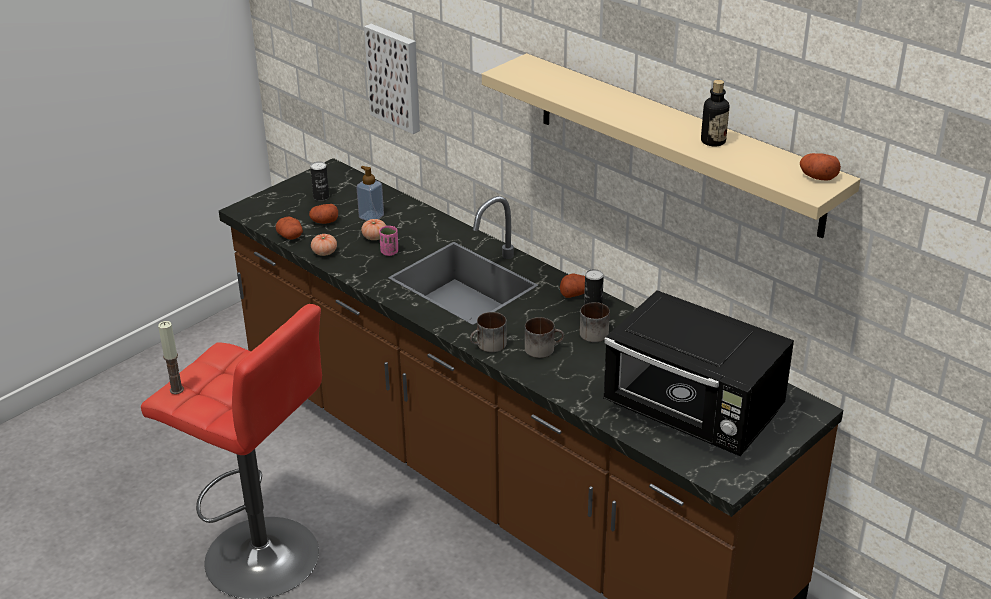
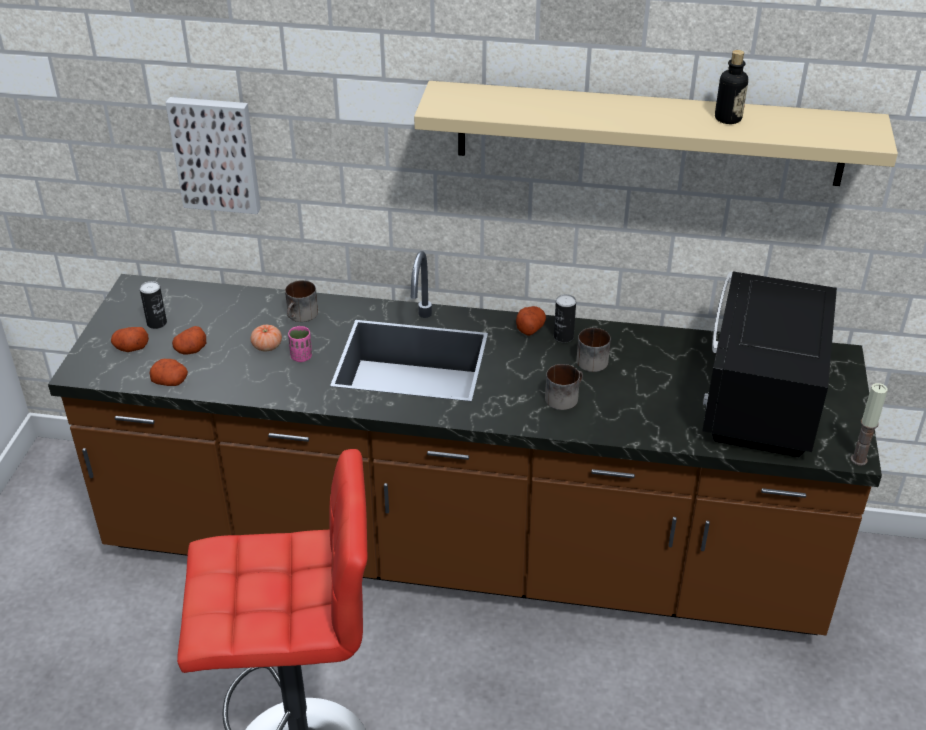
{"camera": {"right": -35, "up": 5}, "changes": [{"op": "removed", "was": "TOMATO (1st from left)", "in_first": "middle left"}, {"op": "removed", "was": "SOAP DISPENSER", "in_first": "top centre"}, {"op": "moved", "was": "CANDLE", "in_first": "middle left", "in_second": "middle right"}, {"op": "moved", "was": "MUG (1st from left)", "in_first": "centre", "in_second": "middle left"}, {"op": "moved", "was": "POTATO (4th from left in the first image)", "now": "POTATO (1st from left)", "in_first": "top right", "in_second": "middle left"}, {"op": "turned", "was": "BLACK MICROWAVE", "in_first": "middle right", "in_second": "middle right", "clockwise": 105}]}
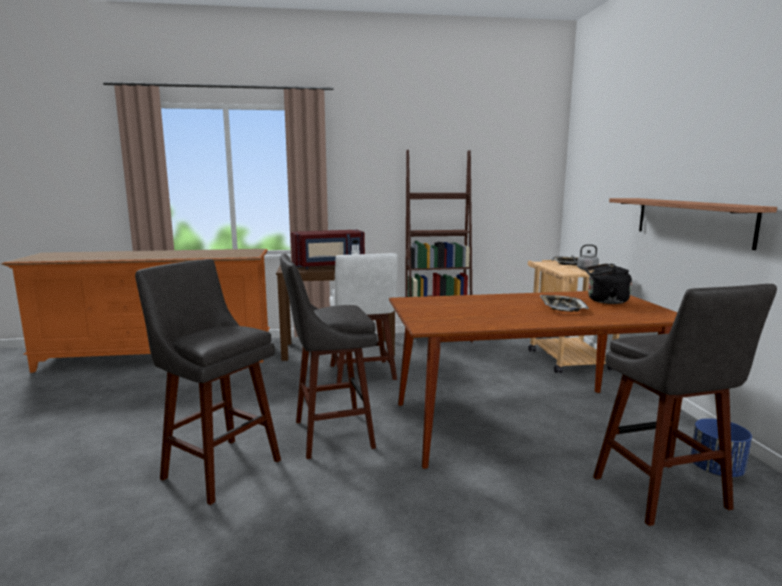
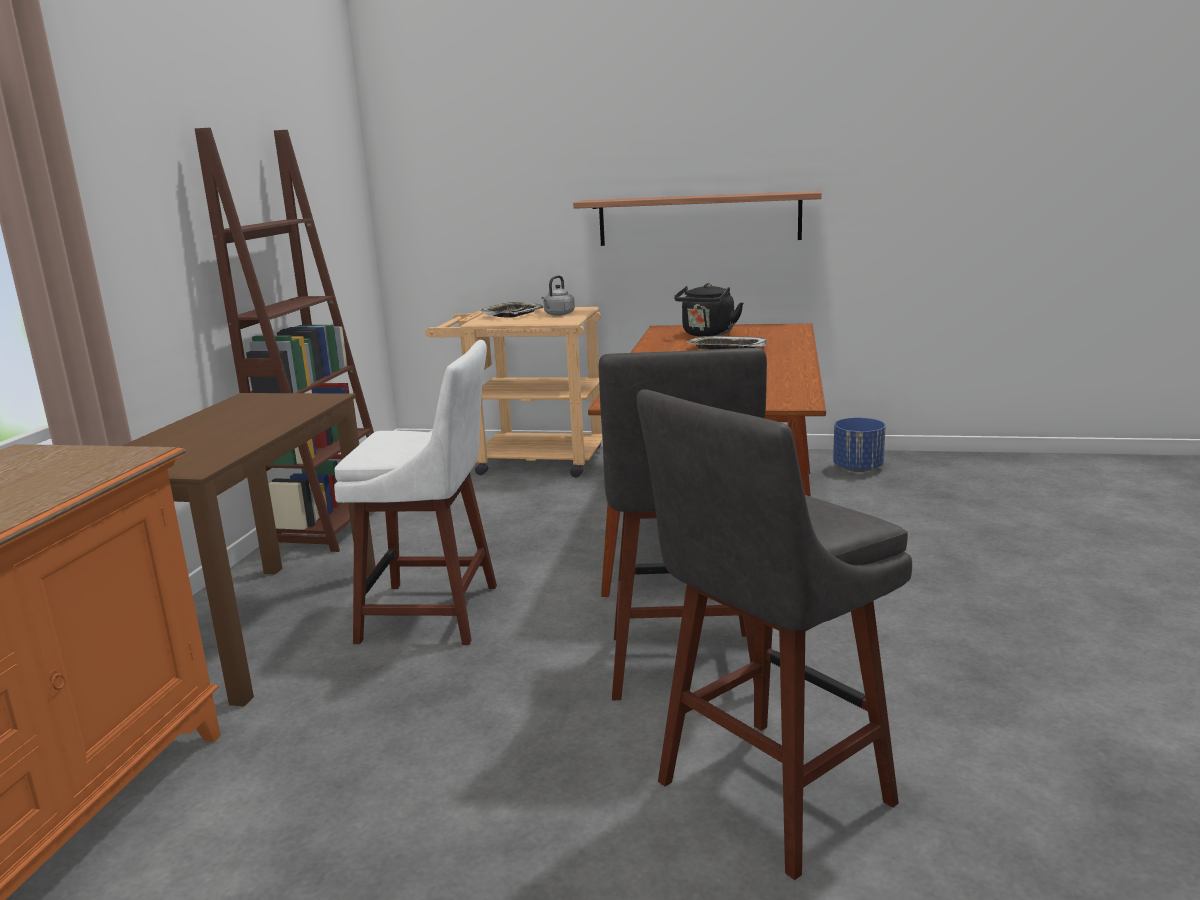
{"camera": {"right": -70, "up": 5}, "changes": [{"op": "removed", "was": "RED MICROWAVE", "in_first": "centre"}, {"op": "removed", "was": "GREY STOOL (3rd from left)", "in_first": "bottom right"}]}
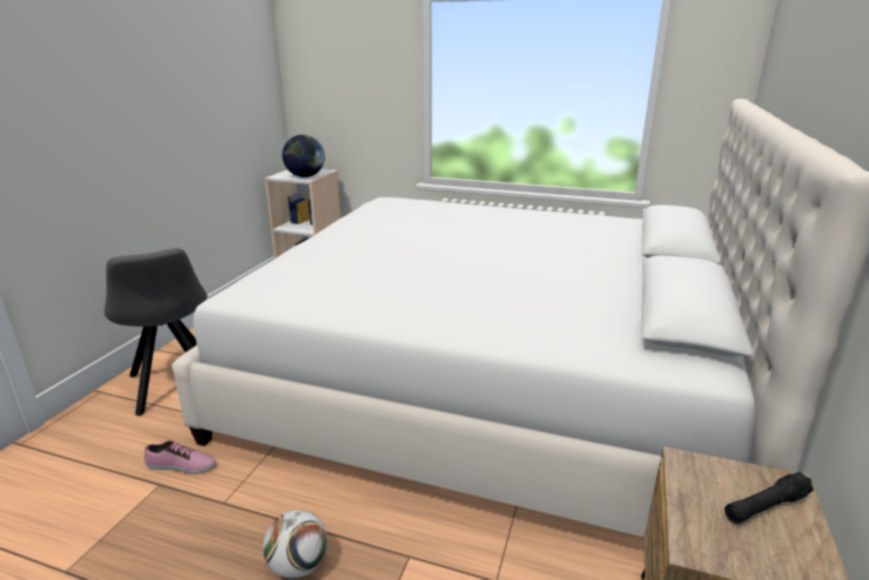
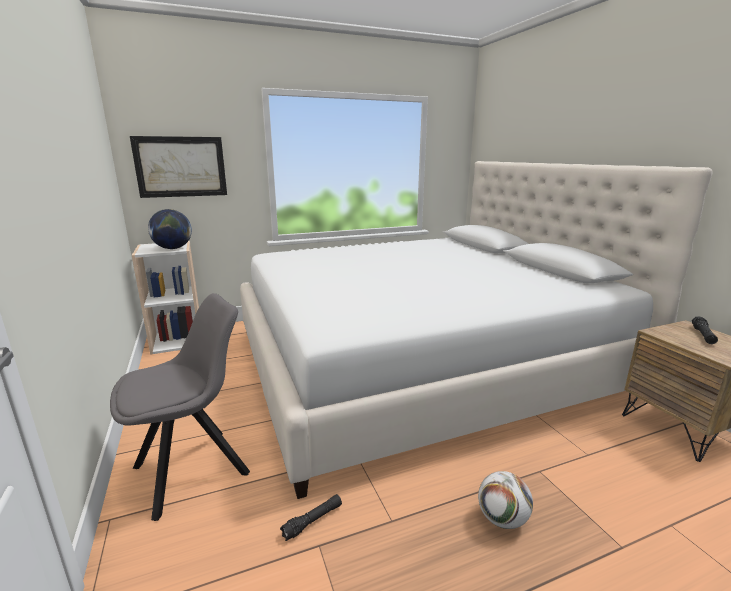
{"camera": {"right": -40, "up": -5}, "changes": [{"op": "added", "now": "PICTURE", "in_second": "top left"}, {"op": "replaced", "was": "SHOE", "now": "BLACK FLASHLIGHT (1st from left)", "in_first": "bottom left", "in_second": "bottom centre"}, {"op": "turned", "was": "GREY CHAIR", "in_first": "middle left", "in_second": "bottom left", "clockwise": -60}]}
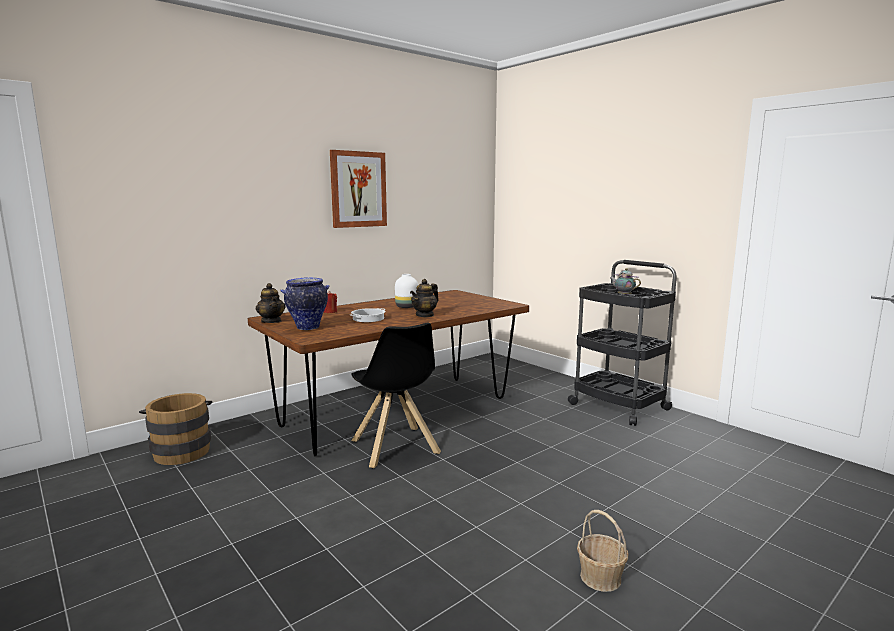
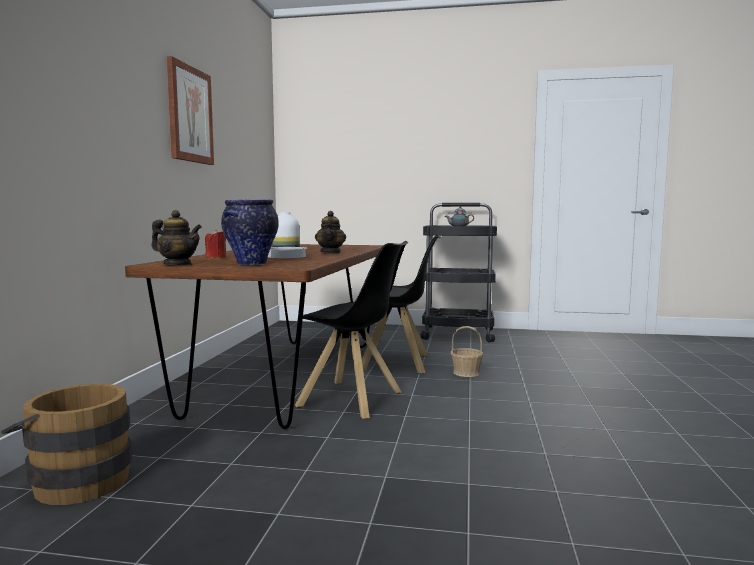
{"camera": {"right": -40, "up": -5}, "changes": [{"op": "added", "now": "BLACK CHAIR (2nd from left)", "in_second": "centre"}, {"op": "moved", "was": "BASKET", "in_first": "bottom right", "in_second": "centre"}]}
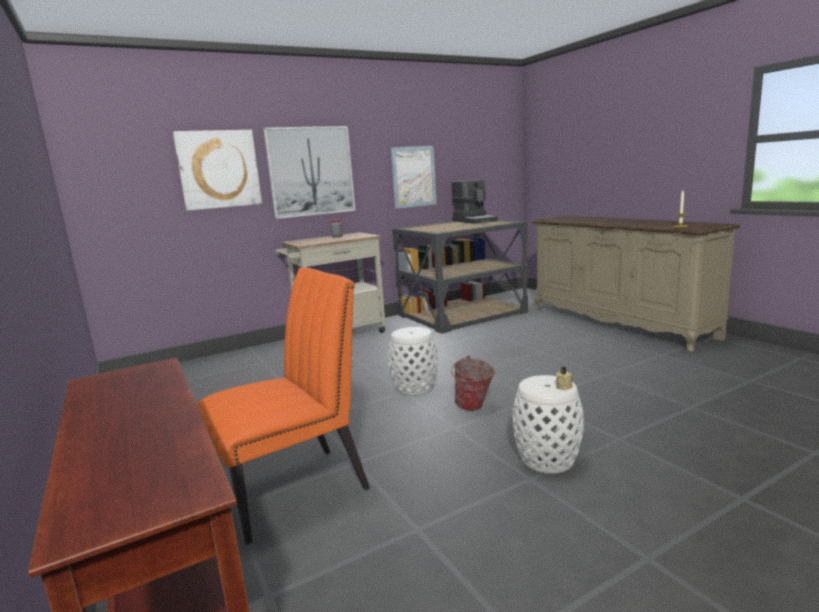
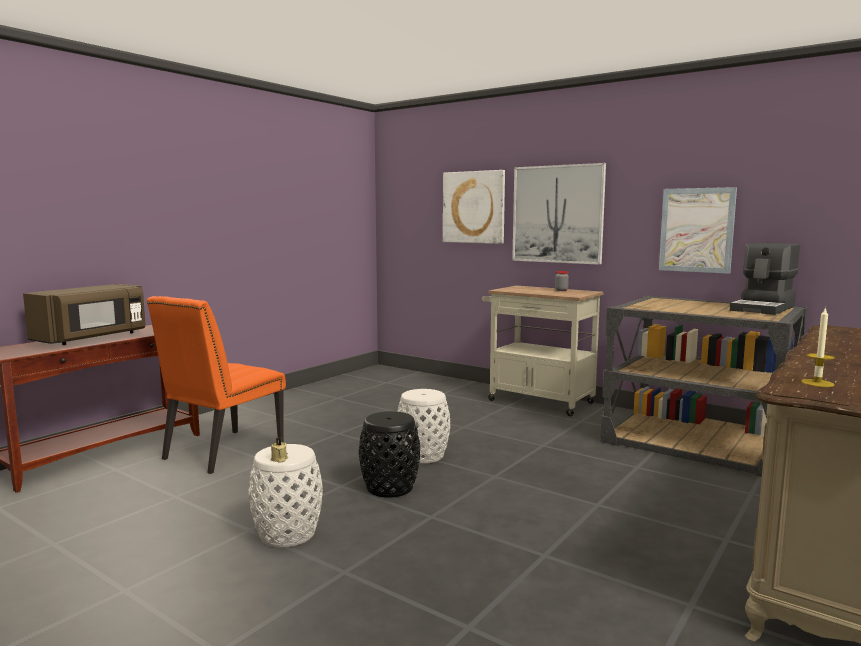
{"camera": {"right": 65, "up": -5}, "changes": [{"op": "added", "now": "BROWN MICROWAVE", "in_second": "middle left"}, {"op": "replaced", "was": "BUCKET", "now": "BLACK STOOL", "in_first": "centre", "in_second": "bottom centre"}, {"op": "turned", "was": "ORANGE CHAIR", "in_first": "centre", "in_second": "middle left", "clockwise": 90}]}
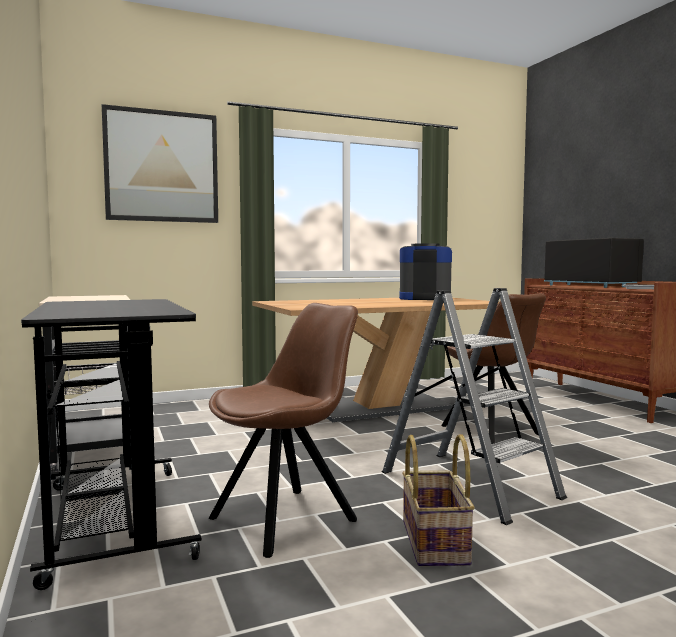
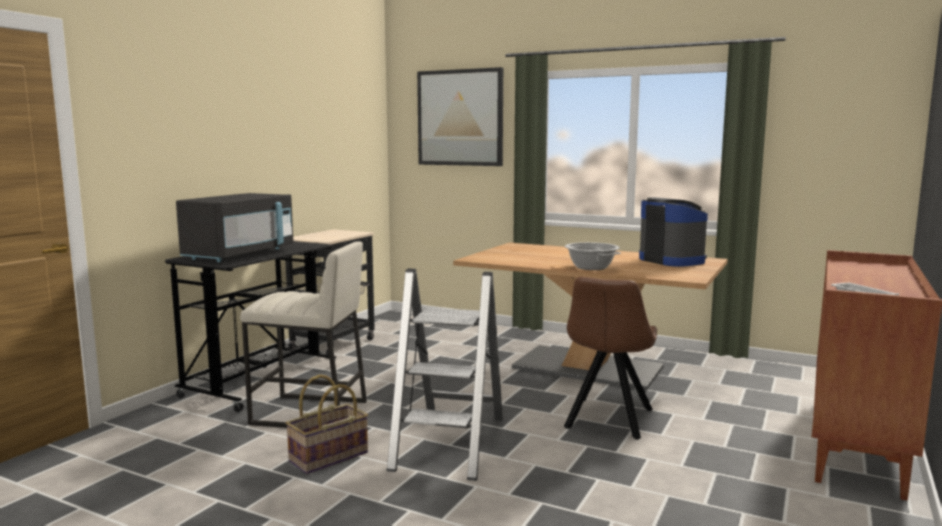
{"camera": {"right": 50, "up": 5}, "changes": [{"op": "added", "now": "COOKING POT", "in_second": "centre"}, {"op": "moved", "was": "BLACK MICROWAVE", "in_first": "middle right", "in_second": "middle left"}, {"op": "replaced", "was": "BROWN CHAIR (1st from left)", "now": "BEIGE STOOL", "in_first": "bottom centre", "in_second": "middle left"}]}
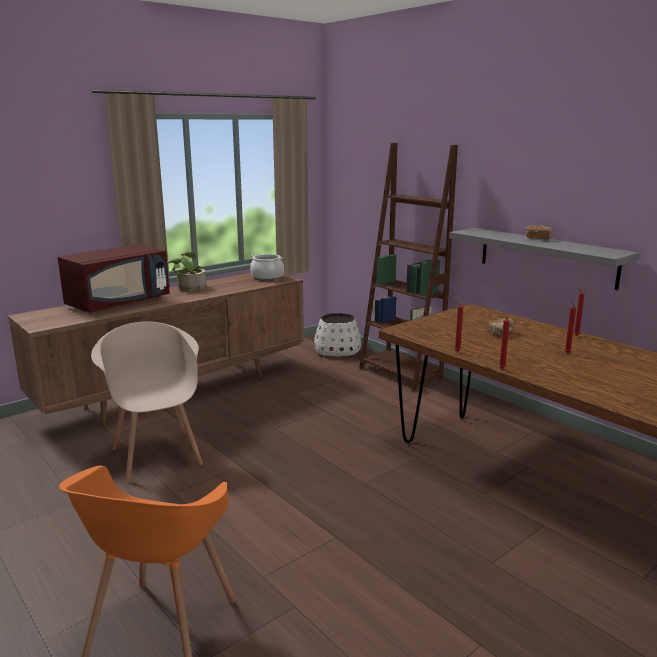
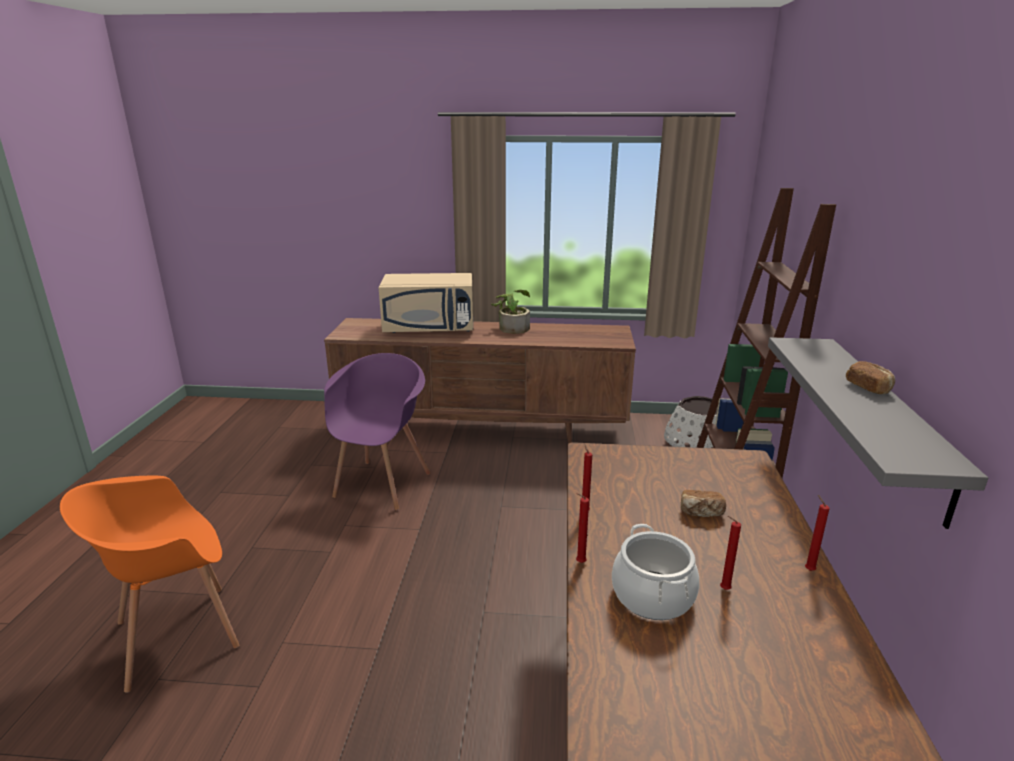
{"camera": {"right": 45, "up": 5}, "changes": [{"op": "moved", "was": "COOKING POT", "in_first": "centre", "in_second": "bottom centre"}, {"op": "recoloured", "was": "RED MICROWAVE", "now": "BEIGE MICROWAVE", "in_first": "middle left", "in_second": "centre"}, {"op": "recoloured", "was": "BEIGE CHAIR", "now": "PURPLE CHAIR", "in_first": "middle left", "in_second": "centre"}]}
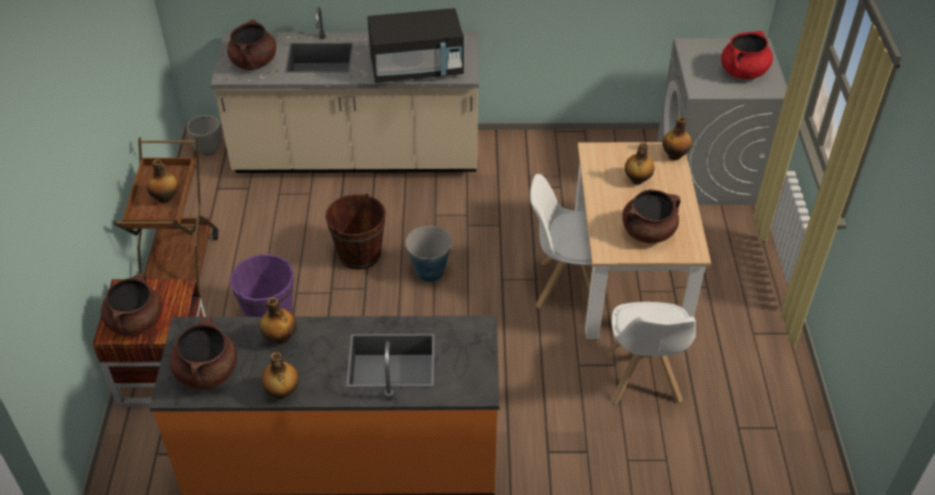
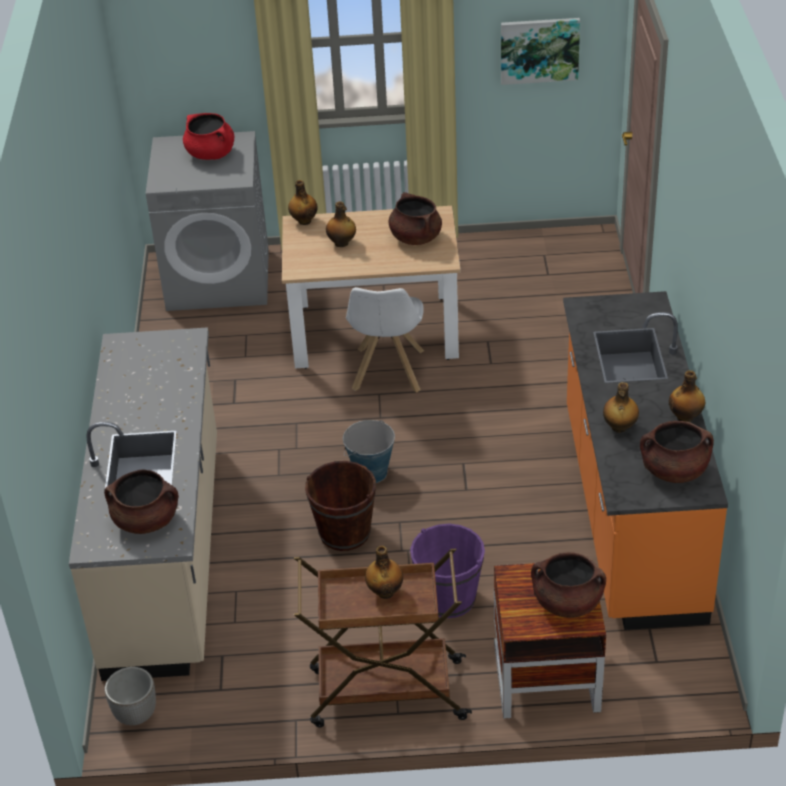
{"camera": {"right": -90, "up": -5}, "changes": [{"op": "removed", "was": "BLACK MICROWAVE", "in_first": "top centre"}, {"op": "removed", "was": "WHITE CHAIR (2nd from left)", "in_first": "bottom right"}, {"op": "added", "now": "PICTURE", "in_second": "top right"}]}
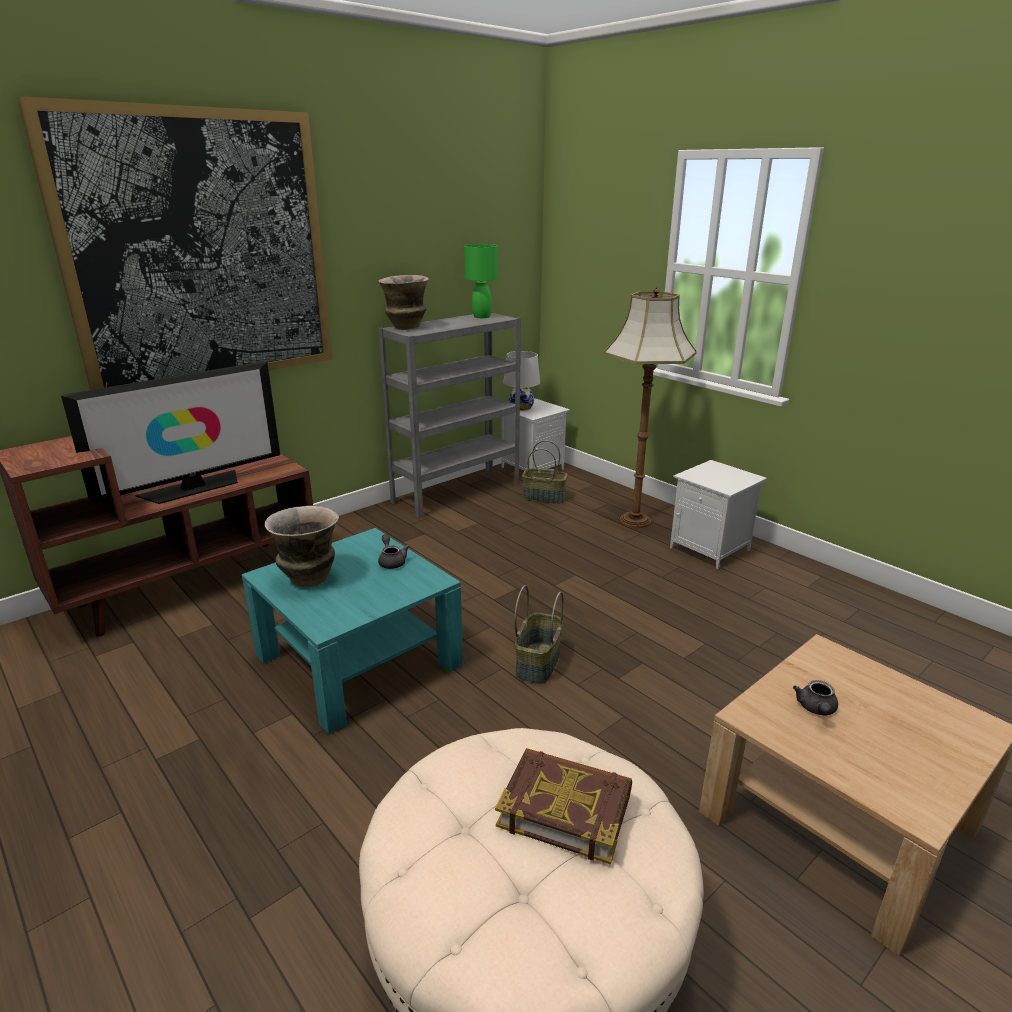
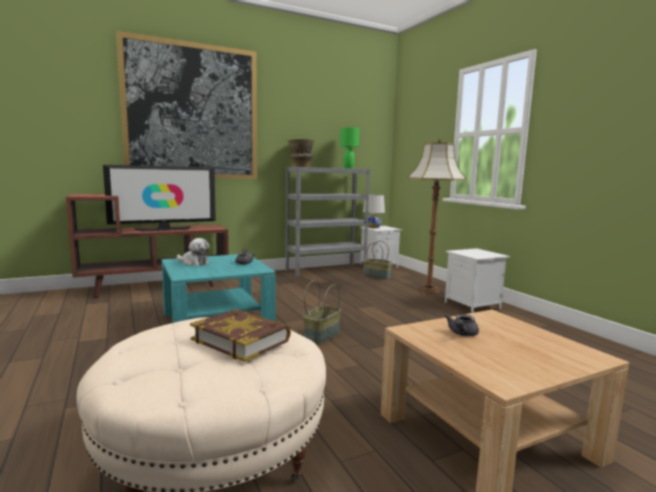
{"camera": {"right": 15, "up": -15}, "changes": [{"op": "replaced", "was": "VASE (1st from left)", "now": "PLUSH TOY", "in_first": "middle left", "in_second": "middle left"}]}
